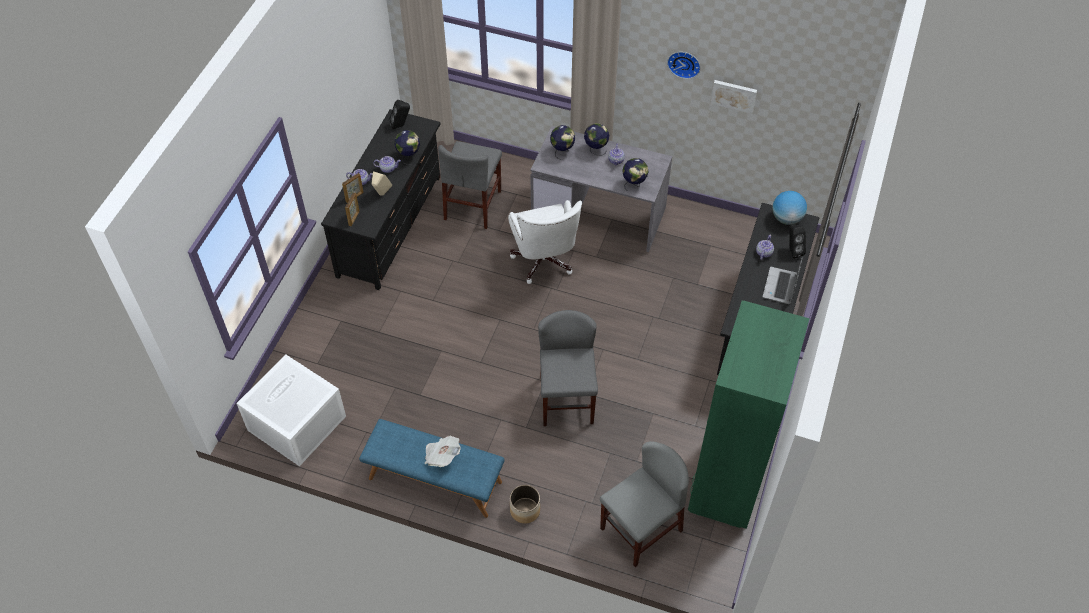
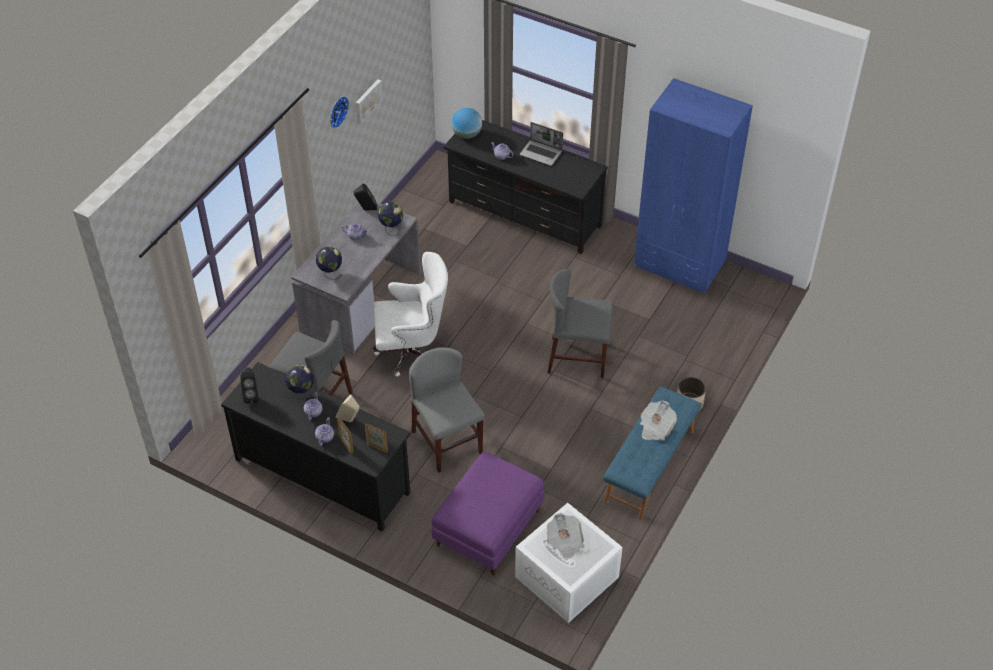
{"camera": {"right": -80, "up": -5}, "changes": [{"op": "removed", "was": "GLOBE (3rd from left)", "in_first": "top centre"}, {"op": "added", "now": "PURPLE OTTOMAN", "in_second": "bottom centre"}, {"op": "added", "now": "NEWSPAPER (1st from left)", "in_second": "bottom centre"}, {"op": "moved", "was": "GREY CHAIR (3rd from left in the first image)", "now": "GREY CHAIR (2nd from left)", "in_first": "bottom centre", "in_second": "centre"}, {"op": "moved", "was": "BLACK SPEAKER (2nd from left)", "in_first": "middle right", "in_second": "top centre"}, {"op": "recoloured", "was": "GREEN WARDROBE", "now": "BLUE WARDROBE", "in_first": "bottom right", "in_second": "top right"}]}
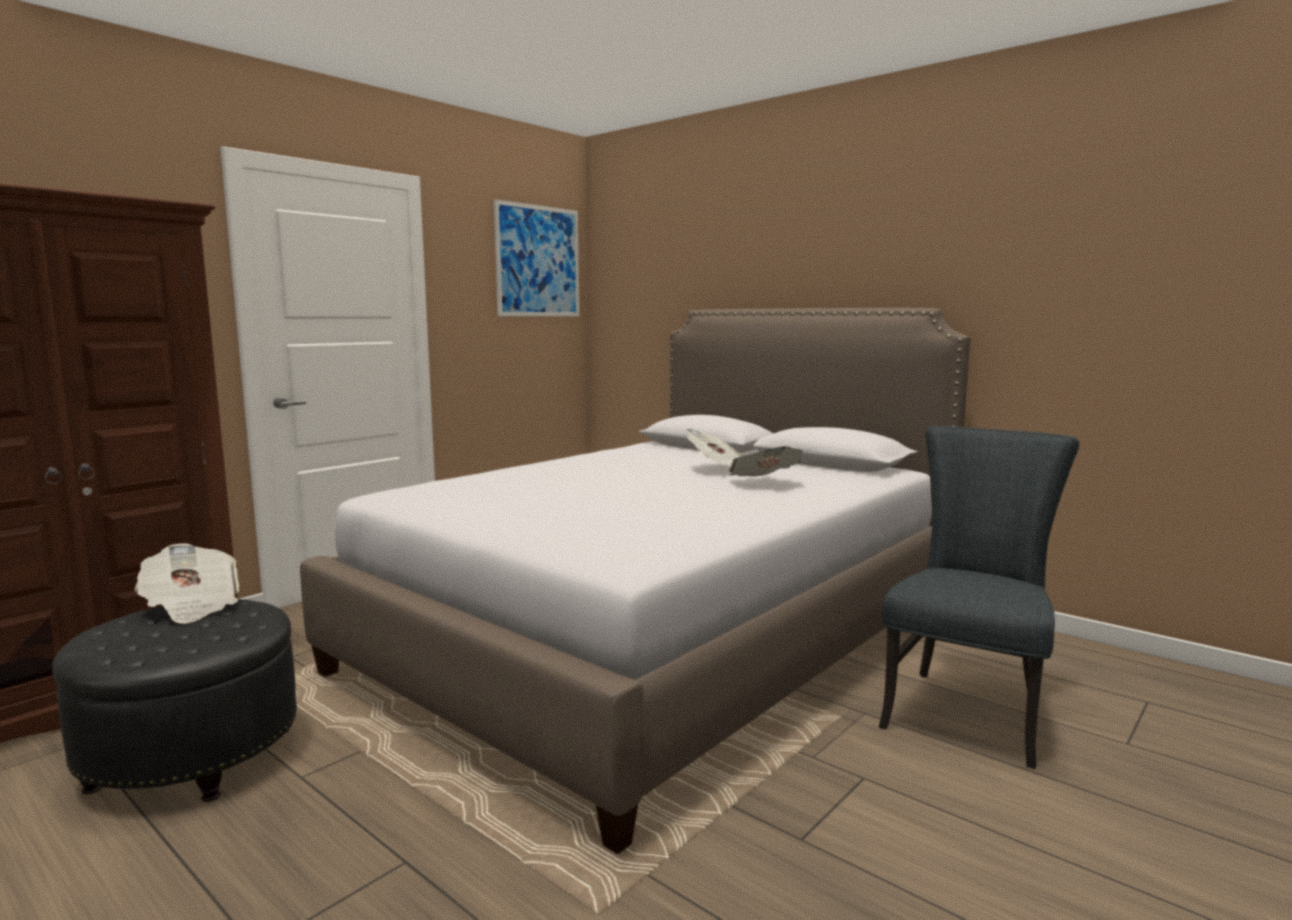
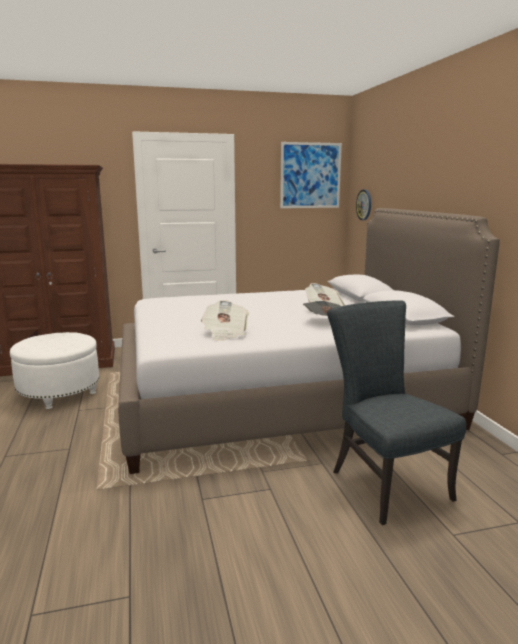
{"camera": {"right": 35, "up": 5}, "changes": [{"op": "added", "now": "WALL CLOCK", "in_second": "top right"}, {"op": "moved", "was": "NEWSPAPER (1st from left)", "in_first": "middle left", "in_second": "centre"}, {"op": "recoloured", "was": "BLACK OTTOMAN", "now": "WHITE OTTOMAN", "in_first": "bottom left", "in_second": "middle left"}, {"op": "turned", "was": "GREY CHAIR", "in_first": "middle right", "in_second": "middle right", "clockwise": -90}]}
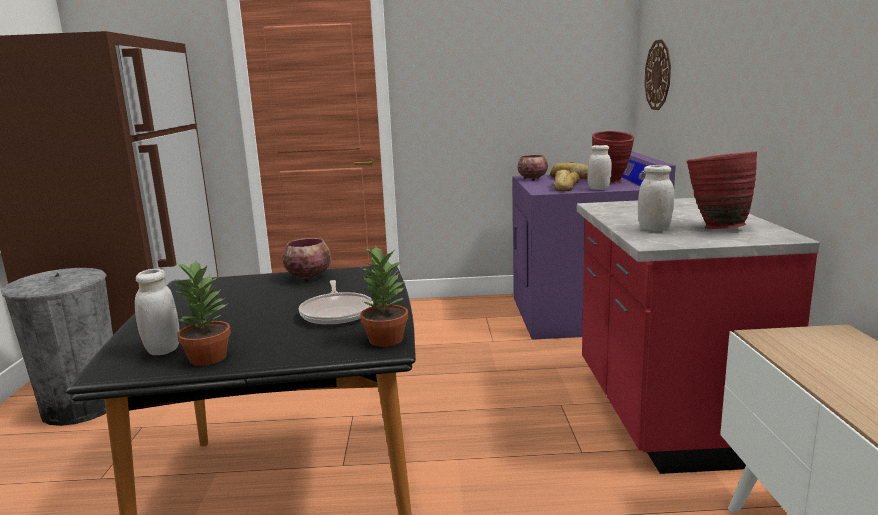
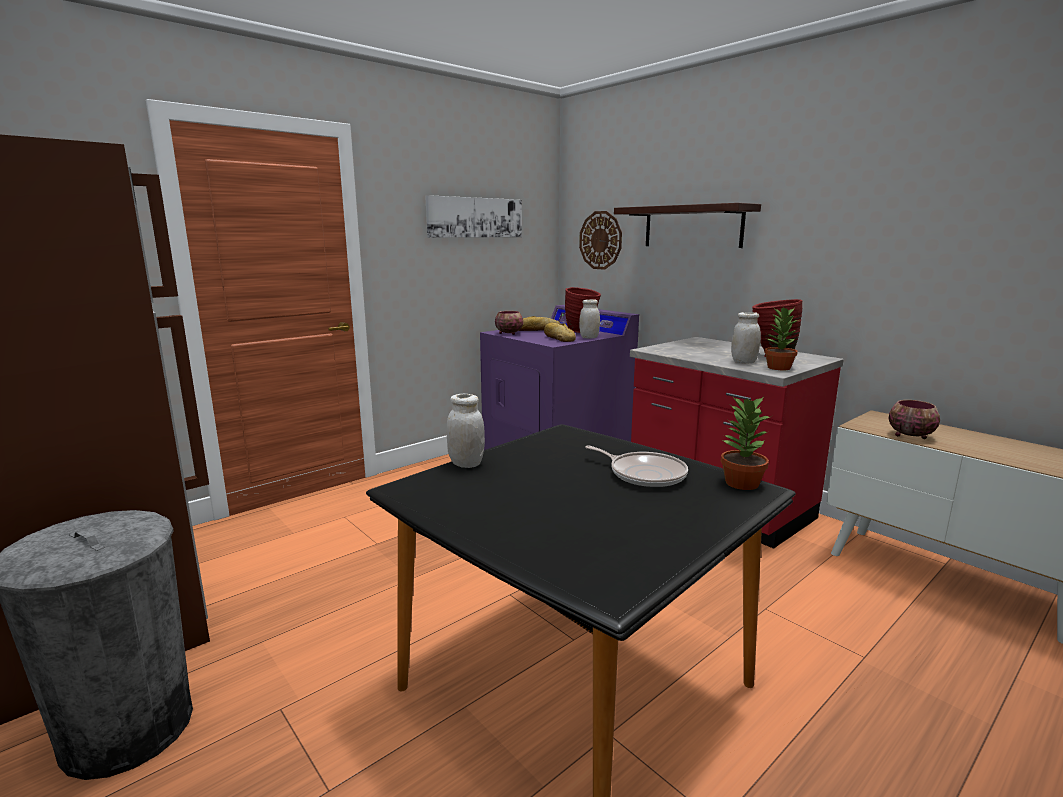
{"camera": {"right": -40, "up": 0}, "changes": [{"op": "added", "now": "PICTURE", "in_second": "top centre"}, {"op": "added", "now": "SHELF", "in_second": "top centre"}, {"op": "moved", "was": "WHITE JAR (1st from left)", "in_first": "middle left", "in_second": "centre"}, {"op": "moved", "was": "POTTED PLANT (1st from left in the first image)", "now": "POTTED PLANT (2nd from left)", "in_first": "middle left", "in_second": "middle right"}, {"op": "moved", "was": "BOWL (1st from left in the first image)", "now": "BOWL (2nd from left)", "in_first": "centre", "in_second": "middle right"}]}
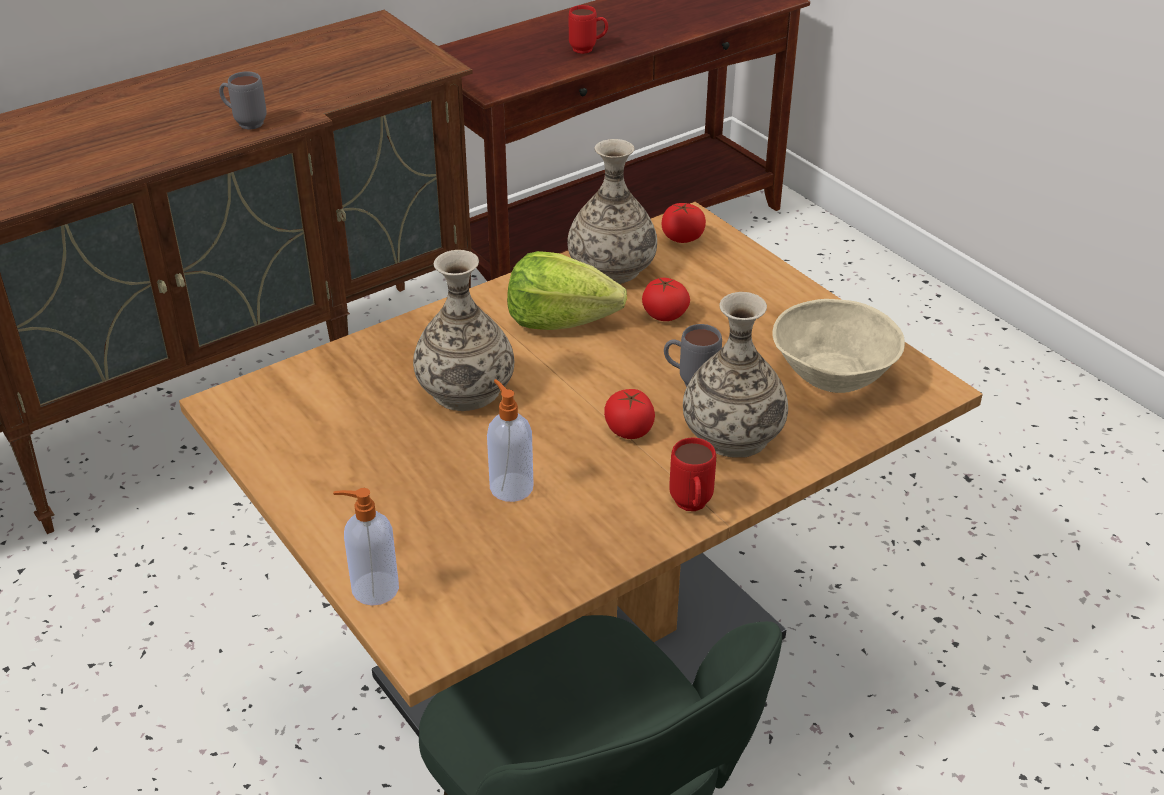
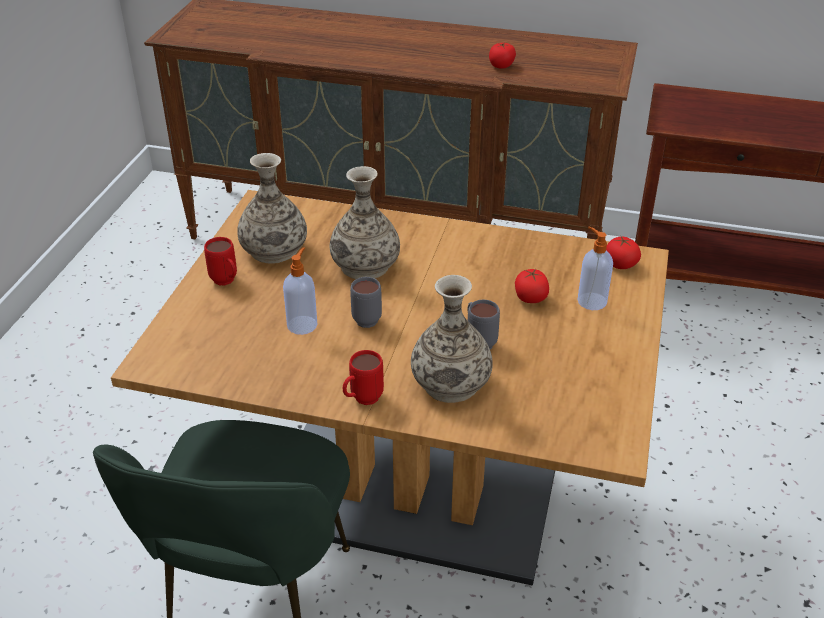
{"camera": {"right": 50, "up": 0}, "changes": [{"op": "removed", "was": "LETTUCE", "in_first": "centre"}, {"op": "removed", "was": "BEIGE BOWL", "in_first": "middle right"}, {"op": "moved", "was": "GREY MUG (1st from left)", "in_first": "top left", "in_second": "centre"}, {"op": "moved", "was": "SOAP DISPENSER (1st from left in the first image)", "now": "SOAP DISPENSER (2nd from left)", "in_first": "bottom left", "in_second": "middle right"}, {"op": "moved", "was": "VASE (2nd from left in the first image)", "now": "VASE (1st from left)", "in_first": "top centre", "in_second": "middle left"}, {"op": "moved", "was": "RED MUG (1st from left)", "in_first": "top centre", "in_second": "middle left"}, {"op": "moved", "was": "TOMATO (1st from left)", "in_first": "centre", "in_second": "top centre"}]}
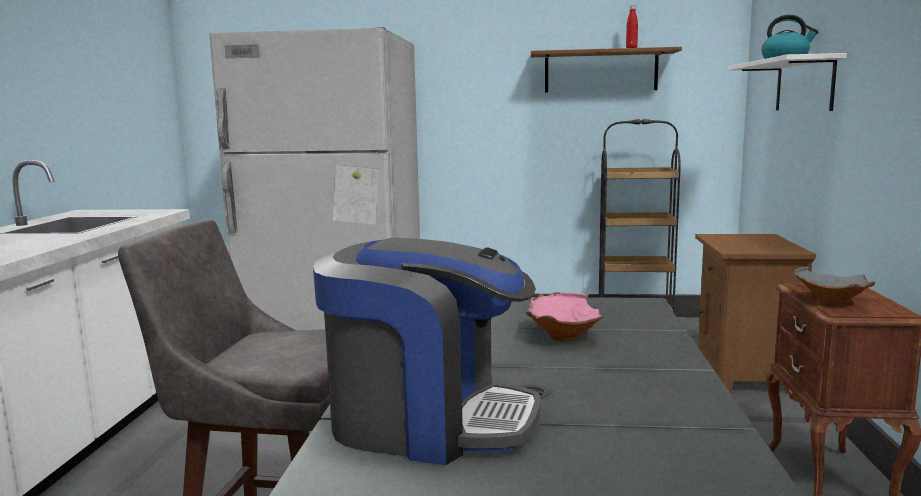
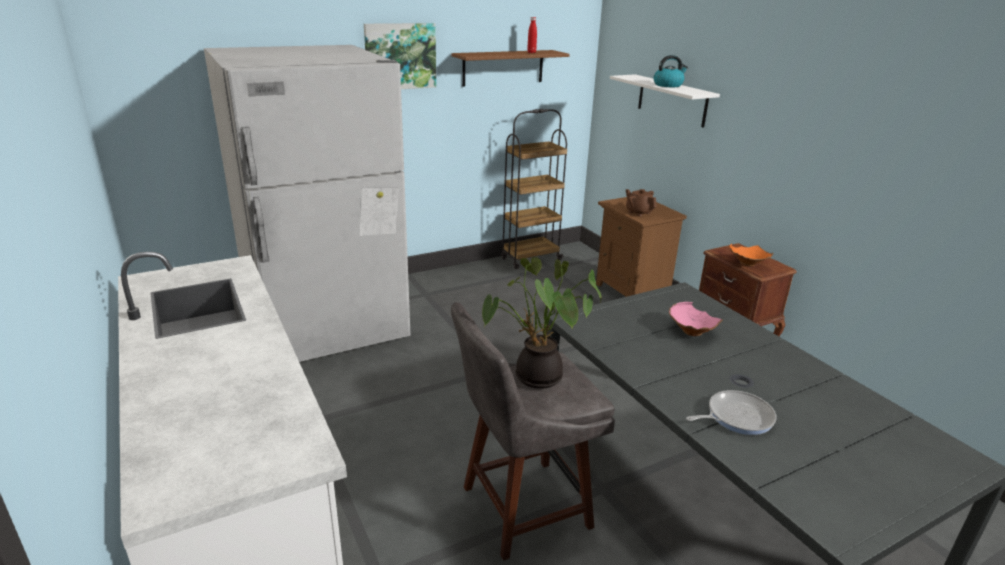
{"camera": {"right": -35, "up": 15}, "changes": [{"op": "added", "now": "PICTURE", "in_second": "top centre"}, {"op": "added", "now": "POTTED PLANT", "in_second": "centre"}, {"op": "added", "now": "BROWN TEAPOT", "in_second": "centre"}, {"op": "replaced", "was": "COFFEE MACHINE", "now": "FRYING PAN", "in_first": "bottom centre", "in_second": "bottom right"}, {"op": "recoloured", "was": "GREY BOWL", "now": "ORANGE BOWL", "in_first": "middle right", "in_second": "middle right"}]}
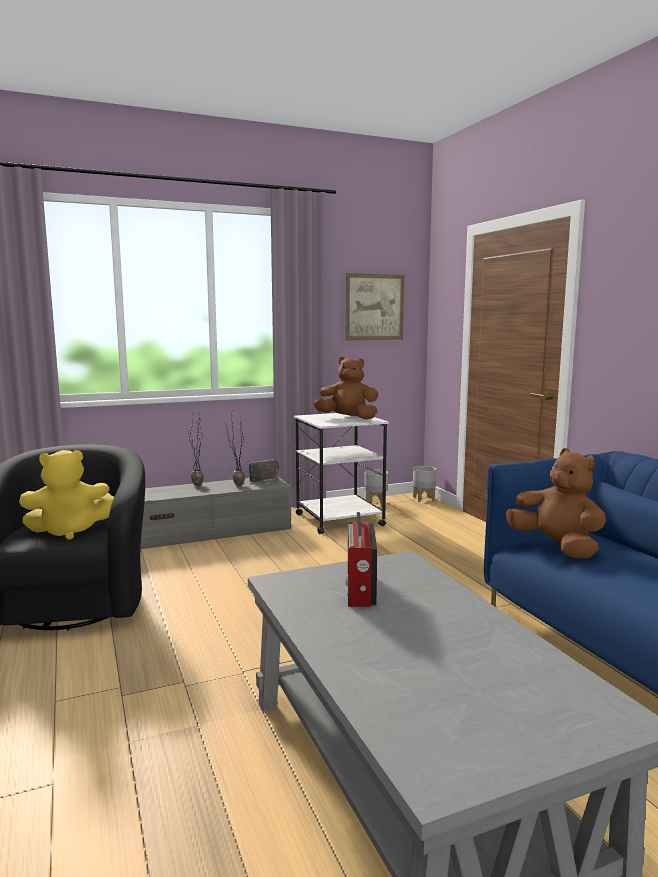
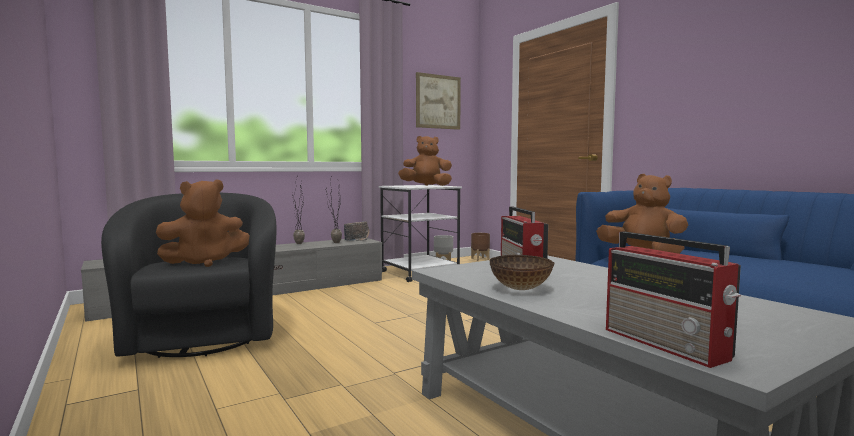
{"camera": {"right": -10, "up": -5}, "changes": [{"op": "added", "now": "BOWL", "in_second": "centre"}, {"op": "added", "now": "RADIO (3rd from left)", "in_second": "bottom right"}, {"op": "recoloured", "was": "YELLOW PLUSH TOY", "now": "BROWN PLUSH TOY (1st from left)", "in_first": "middle left", "in_second": "middle left"}, {"op": "recoloured", "was": "GREY PLANTER (2nd from left)", "now": "BROWN PLANTER", "in_first": "centre", "in_second": "centre"}]}
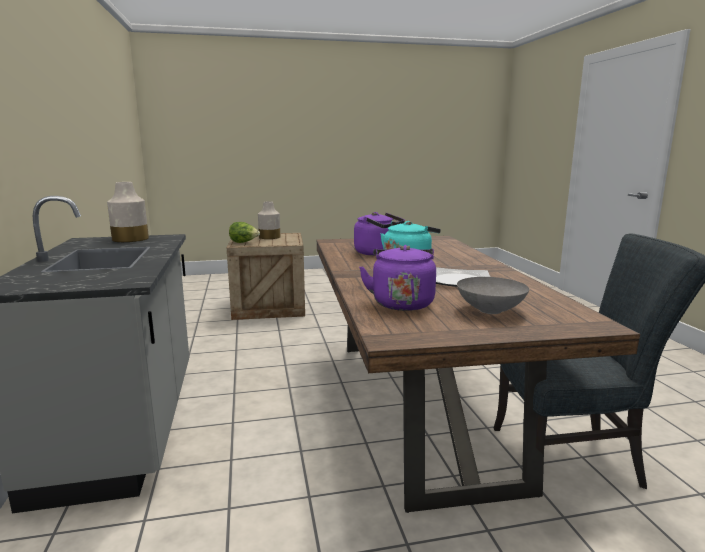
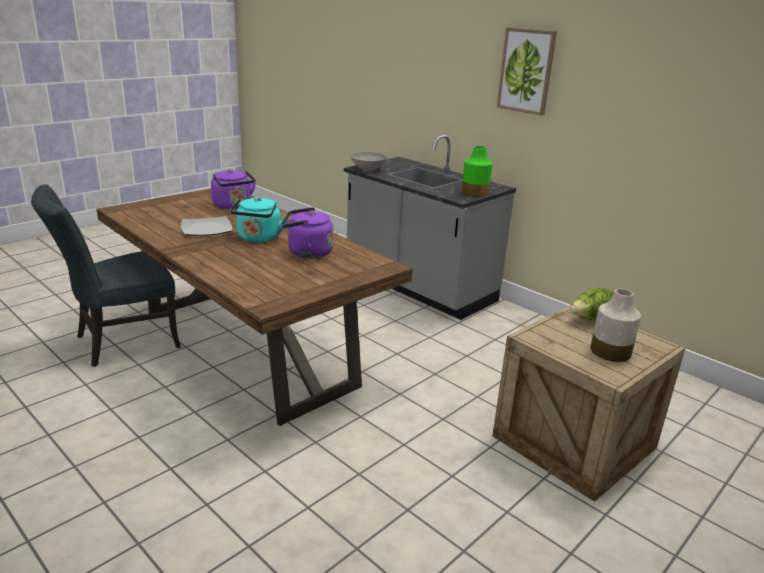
{"camera": {"right": 145, "up": 10}, "changes": [{"op": "added", "now": "PICTURE", "in_second": "top right"}, {"op": "moved", "was": "GREY BOWL", "in_first": "middle right", "in_second": "top centre"}, {"op": "recoloured", "was": "BEIGE VASE (1st from left)", "now": "GREEN VASE", "in_first": "middle left", "in_second": "top centre"}]}
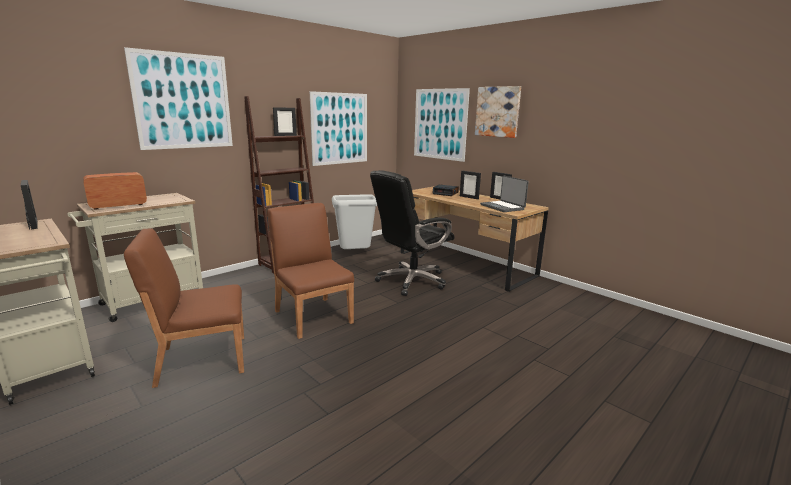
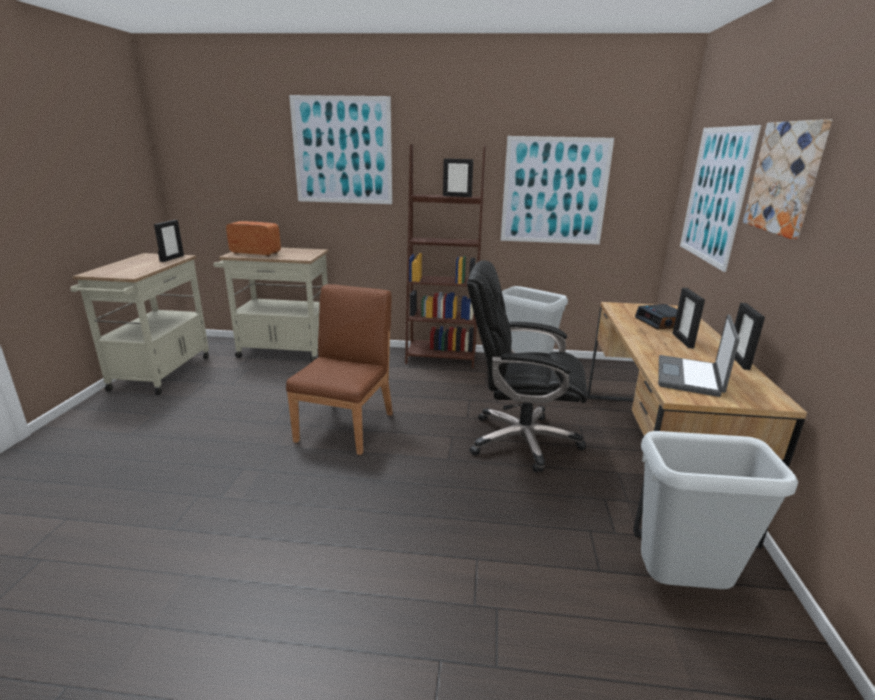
{"camera": {"right": 50, "up": 5}, "changes": [{"op": "removed", "was": "BROWN CHAIR (1st from left)", "in_first": "middle left"}, {"op": "added", "now": "GREY TRASH CAN (2nd from left)", "in_second": "bottom right"}]}
